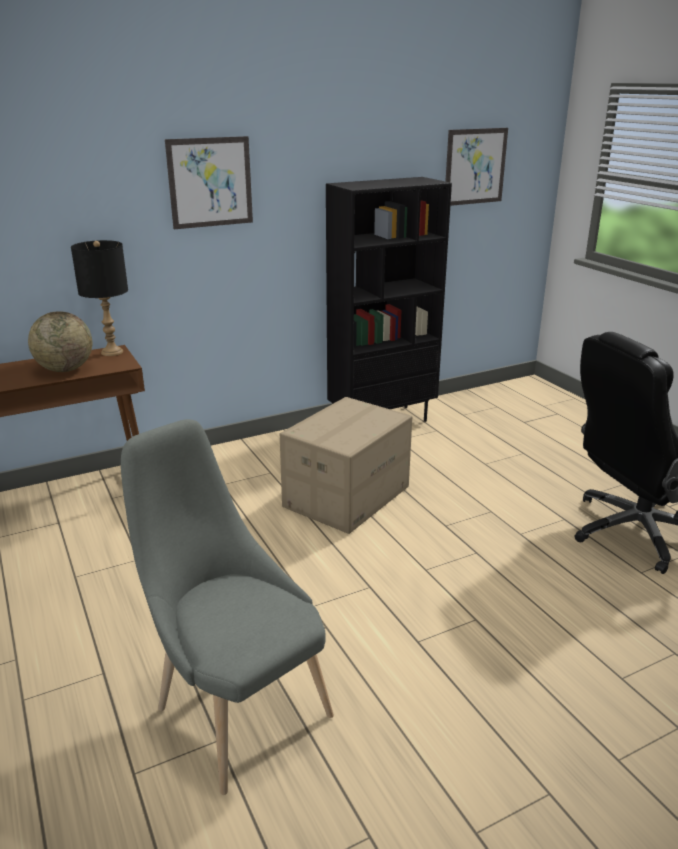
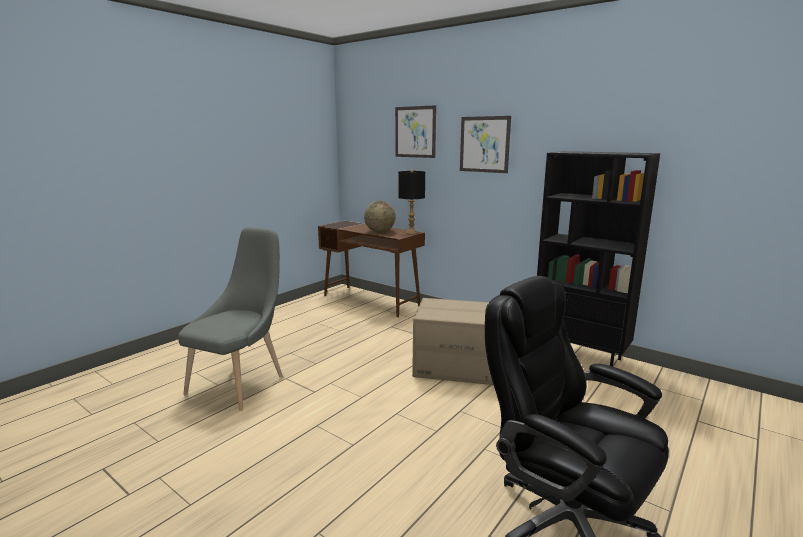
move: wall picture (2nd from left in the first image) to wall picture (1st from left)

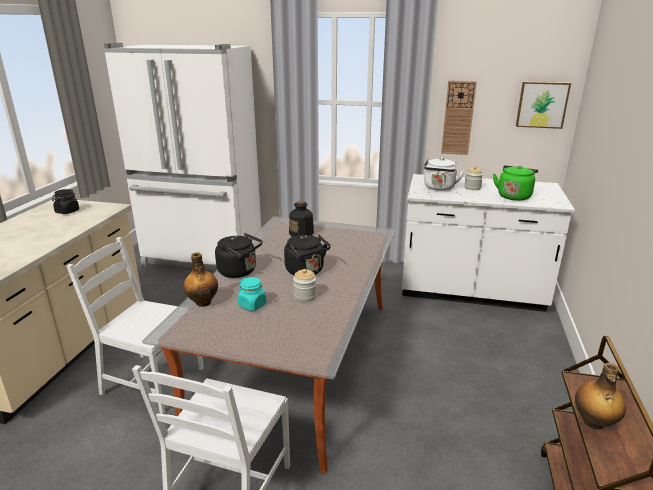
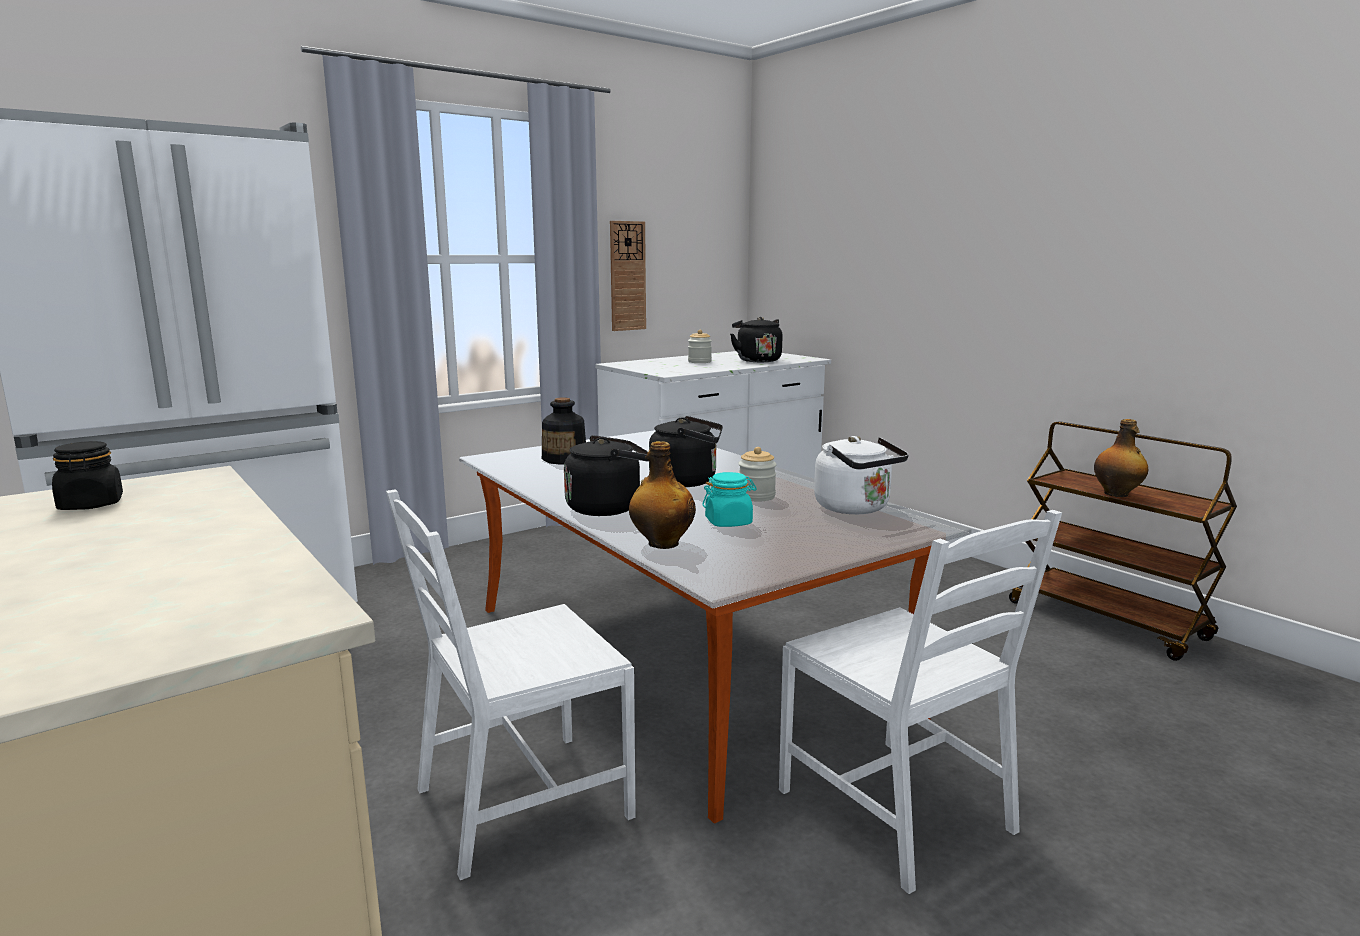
delete: wall picture
move: tea kettle/whitish
recolor: tea kettle/green to tea kettle/black-coloured (3rd from left)

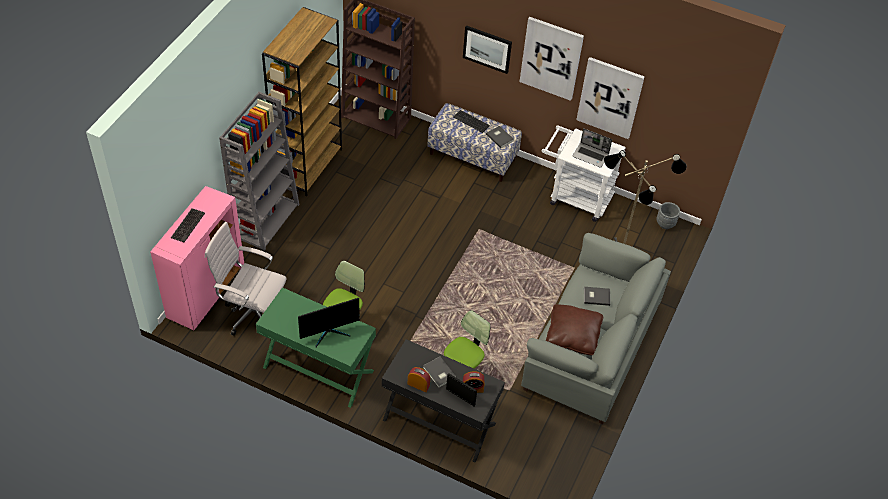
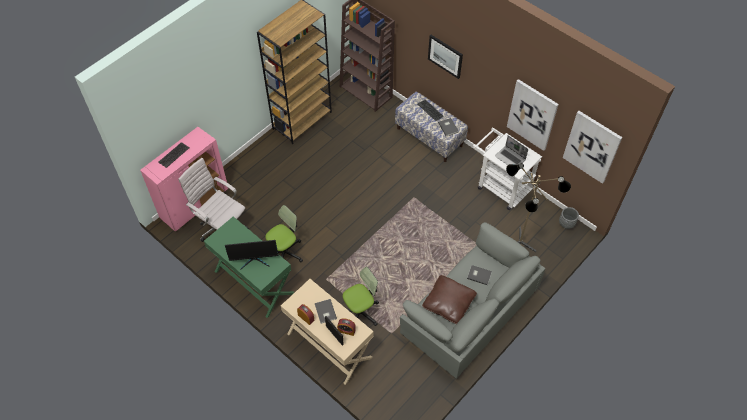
delete: shelving unit/gray
move: wall picture (2nd from left in the first image) to wall picture (3rd from left)
recolor: desk/black-coloured to desk/beige-coloured

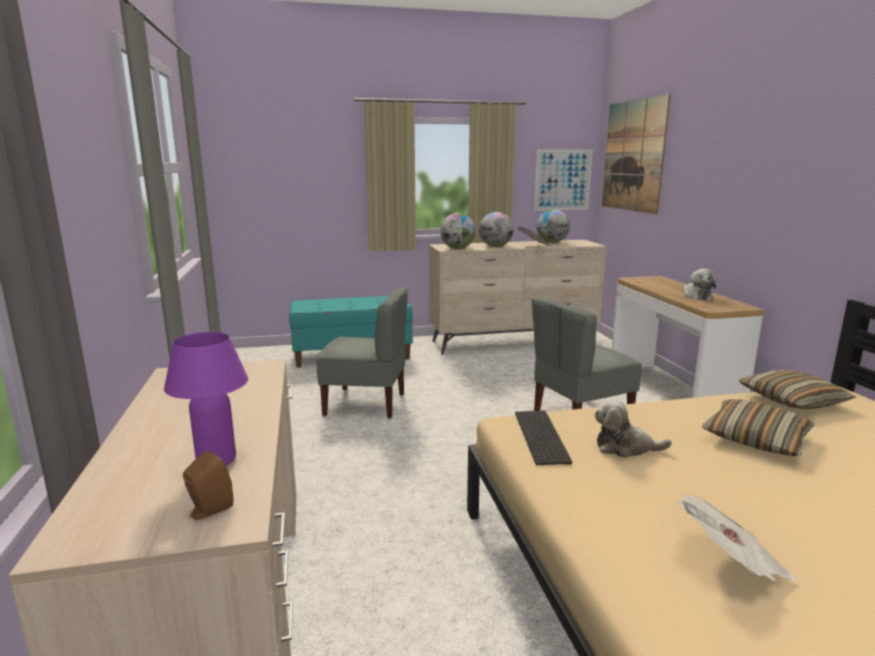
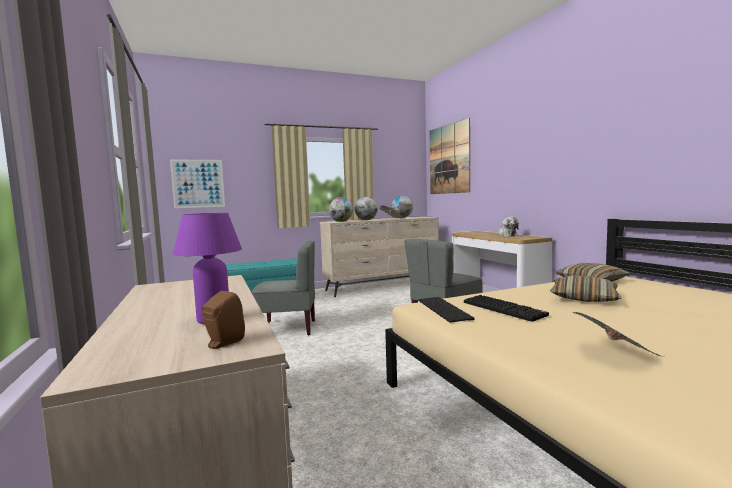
move: wall picture (1st from left)
replace: plush toy (1st from left) to keyboard (2nd from left)

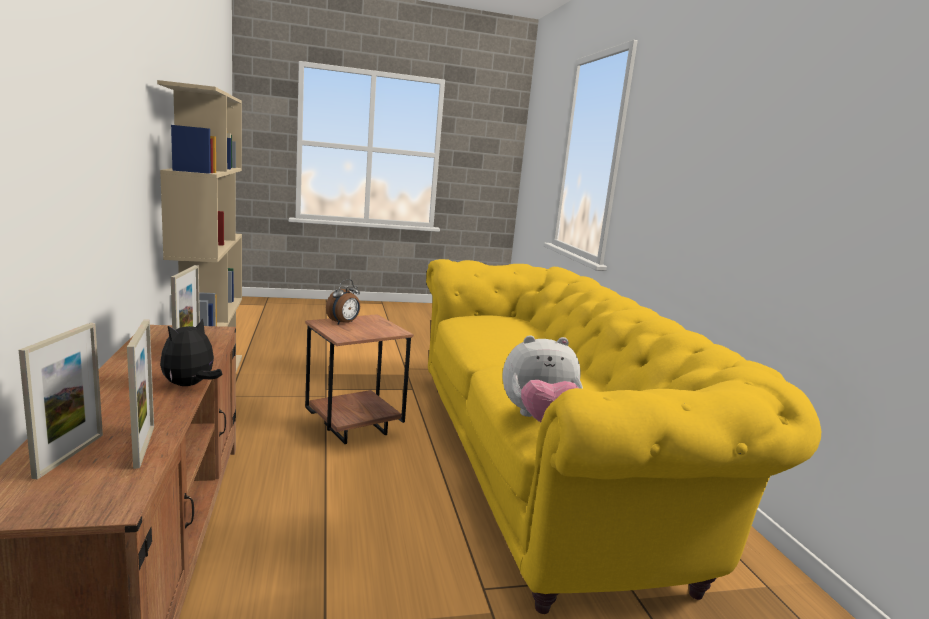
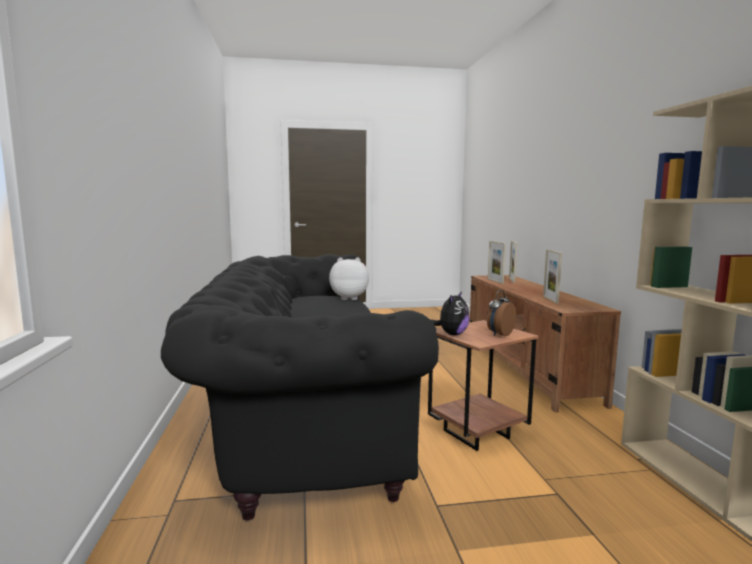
move: plush toy (1st from left in the first image) to plush toy (2nd from left)
recolor: sofa/yellow to sofa/black-coloured

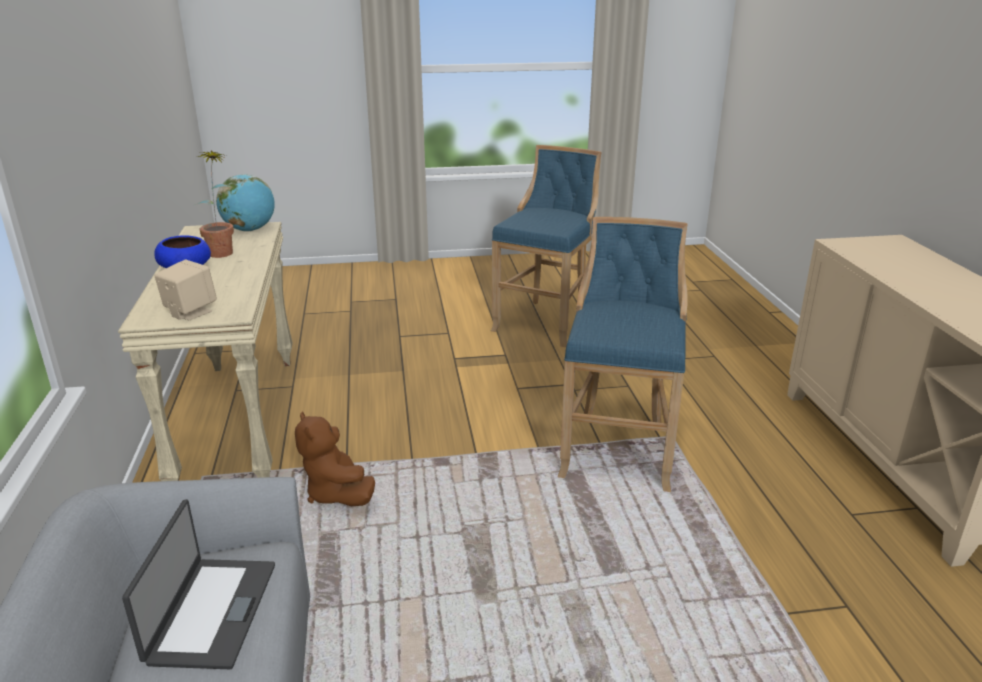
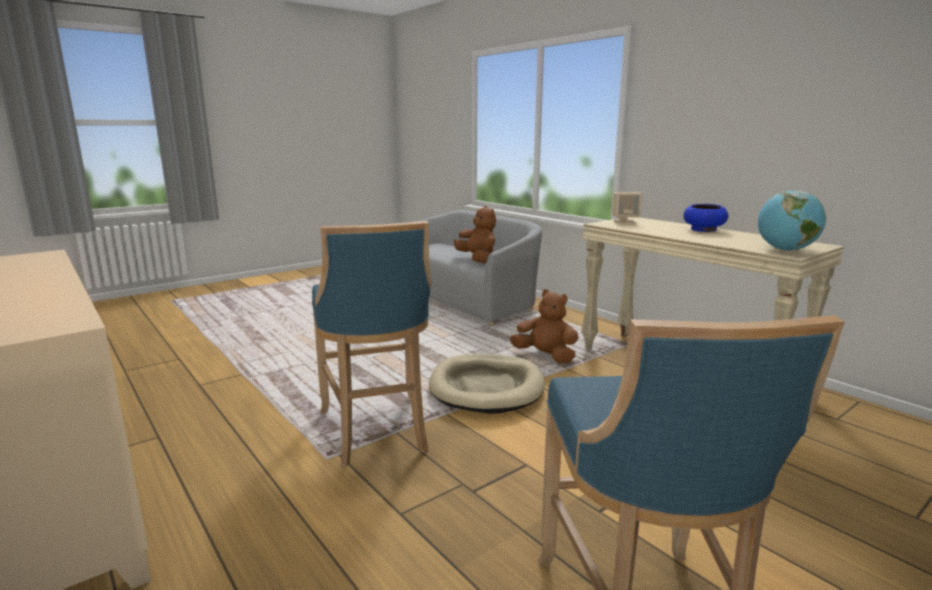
delete: potted plant
insert: dog cushion/beige-coloured
replace: portable computer to plush toy/brown-coloured (1st from left)

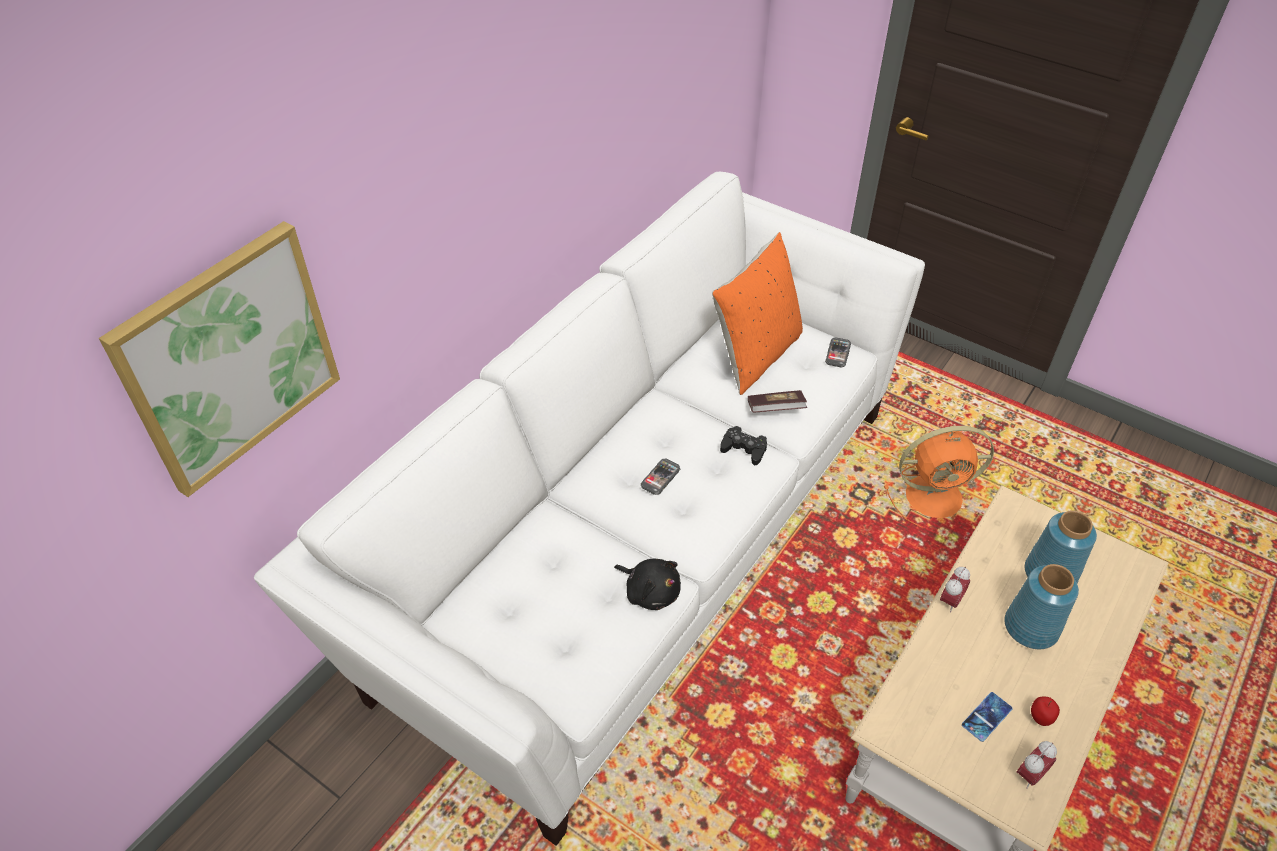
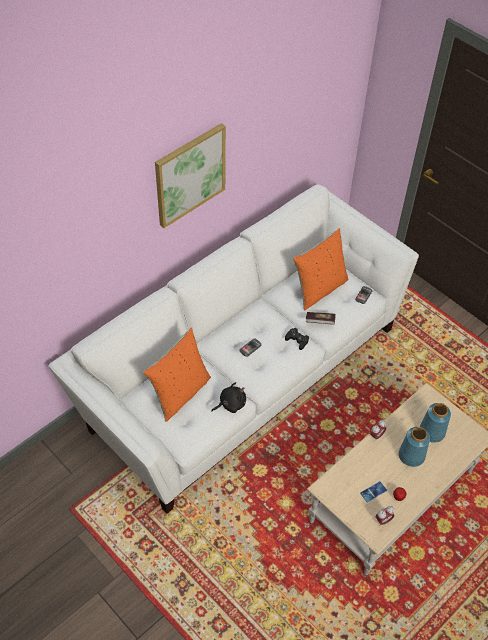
delete: fan/orangey
insert: cushion/orangey (1st from left)
move: wall picture
rotate: plush toy/black-coloured 75 degrees counterclockwise

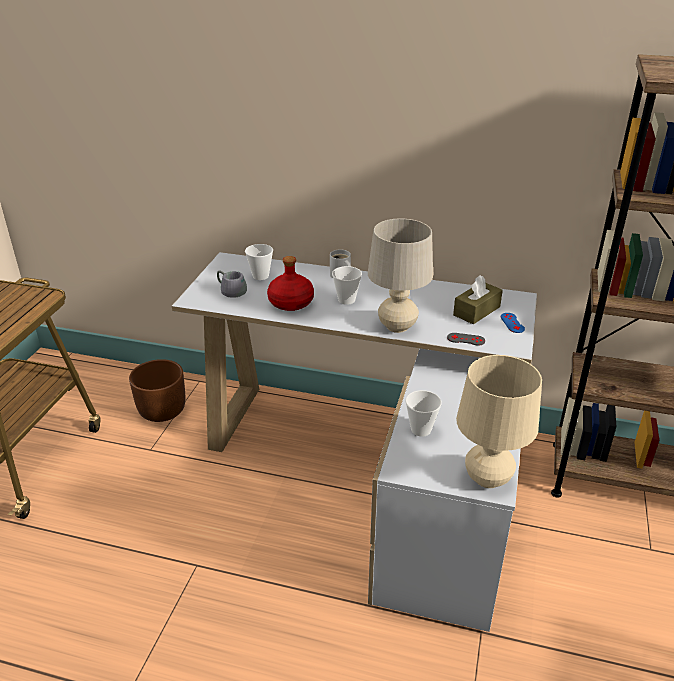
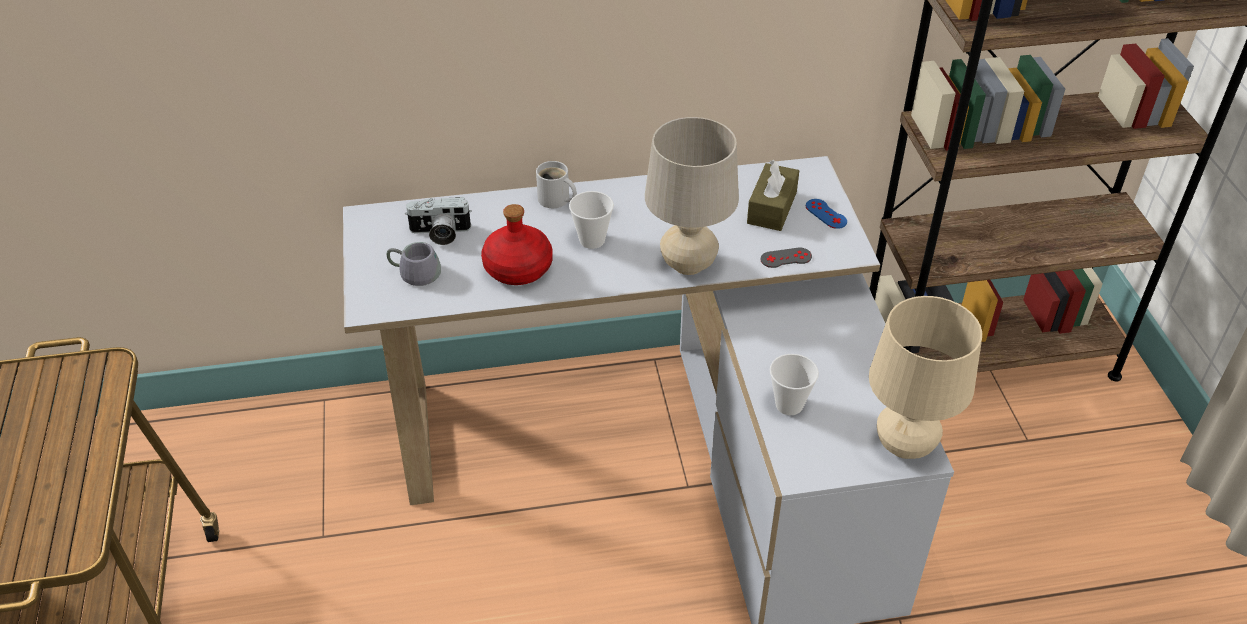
delete: planter/brown-coloured
replace: drinking cup (1st from left) to still camera

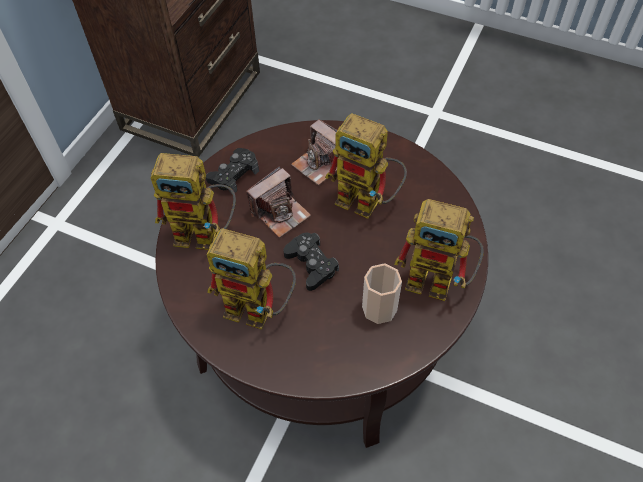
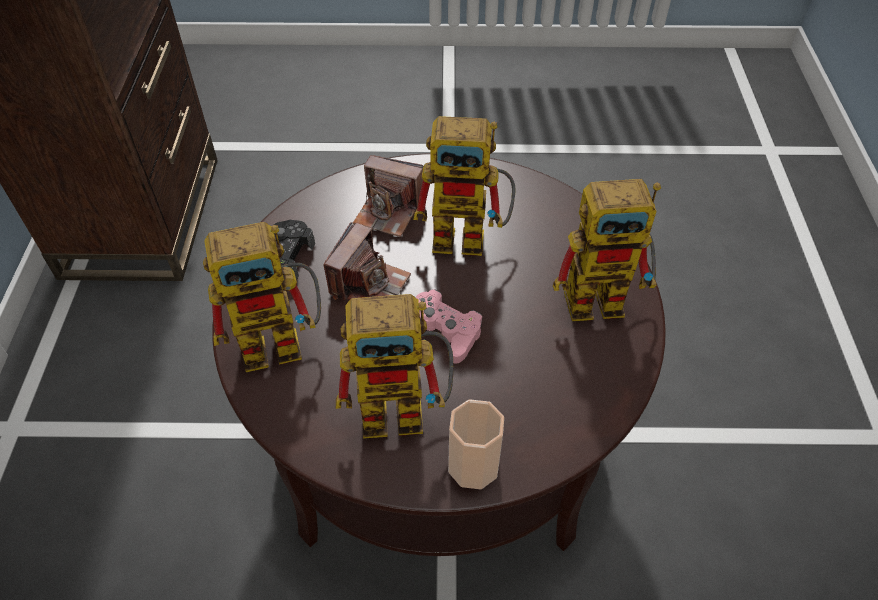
move: drinking cup
recolor: game controller/black-coloured (2nd from left) to game controller/pink-coloured

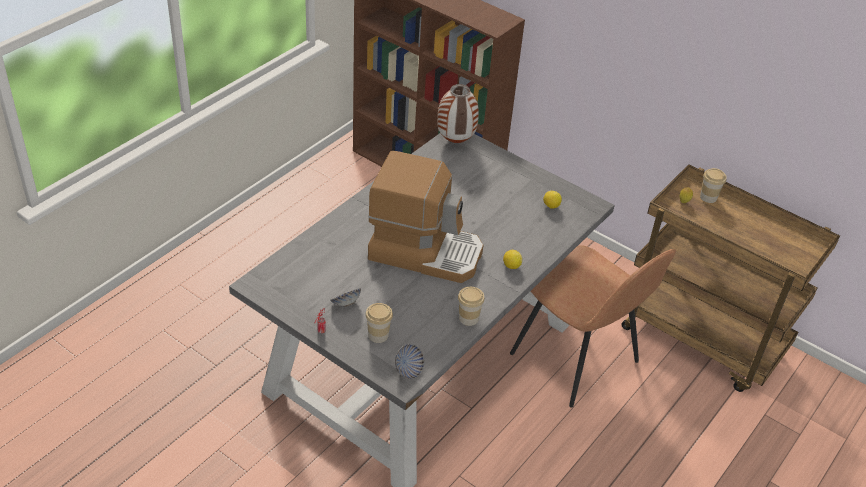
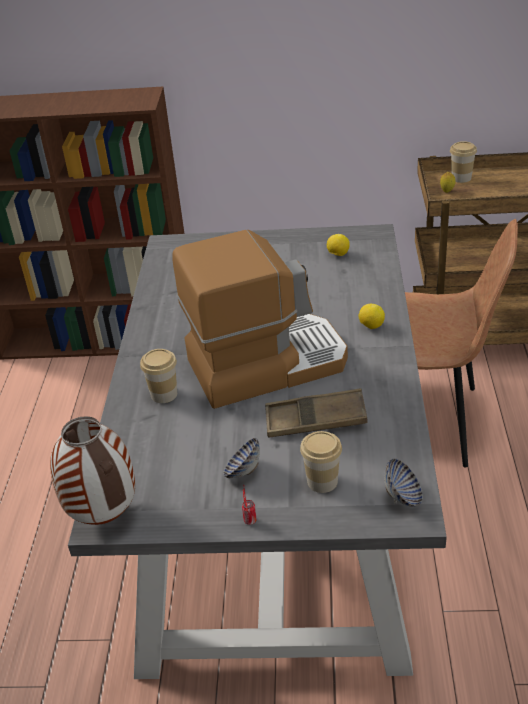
insert: carrying tray/brown-coloured
move: flower vase; drinking cup (2nd from left in the first image) to drinking cup (1st from left)

